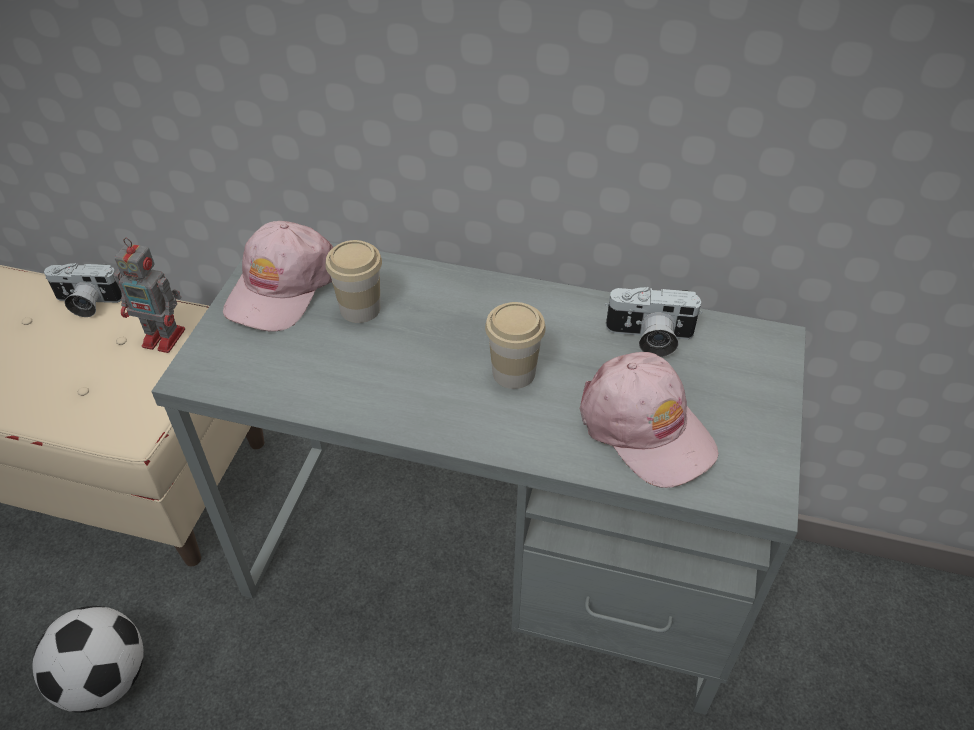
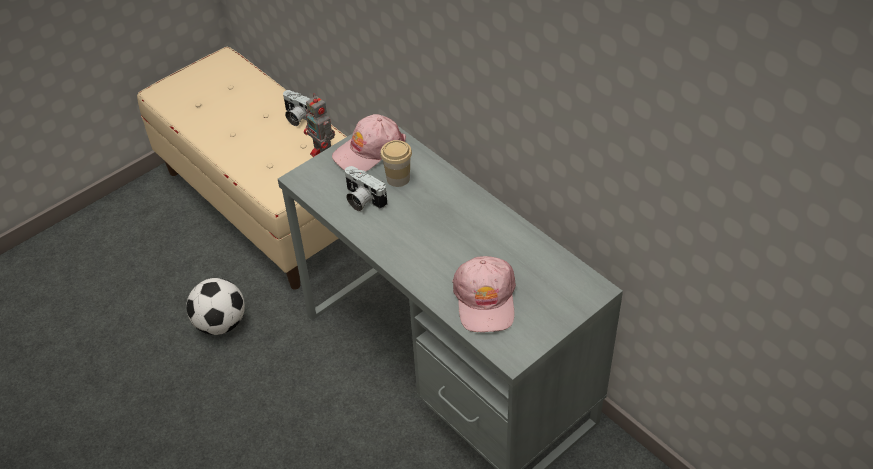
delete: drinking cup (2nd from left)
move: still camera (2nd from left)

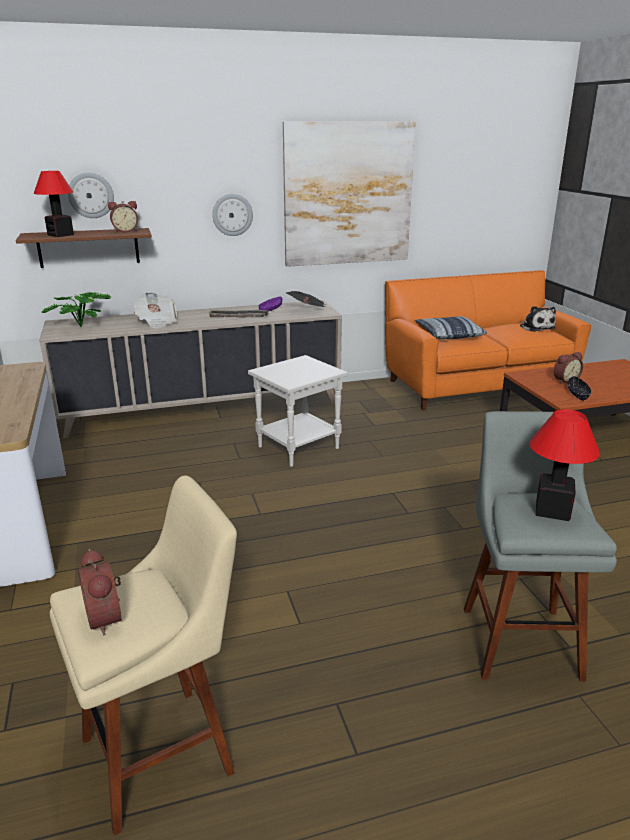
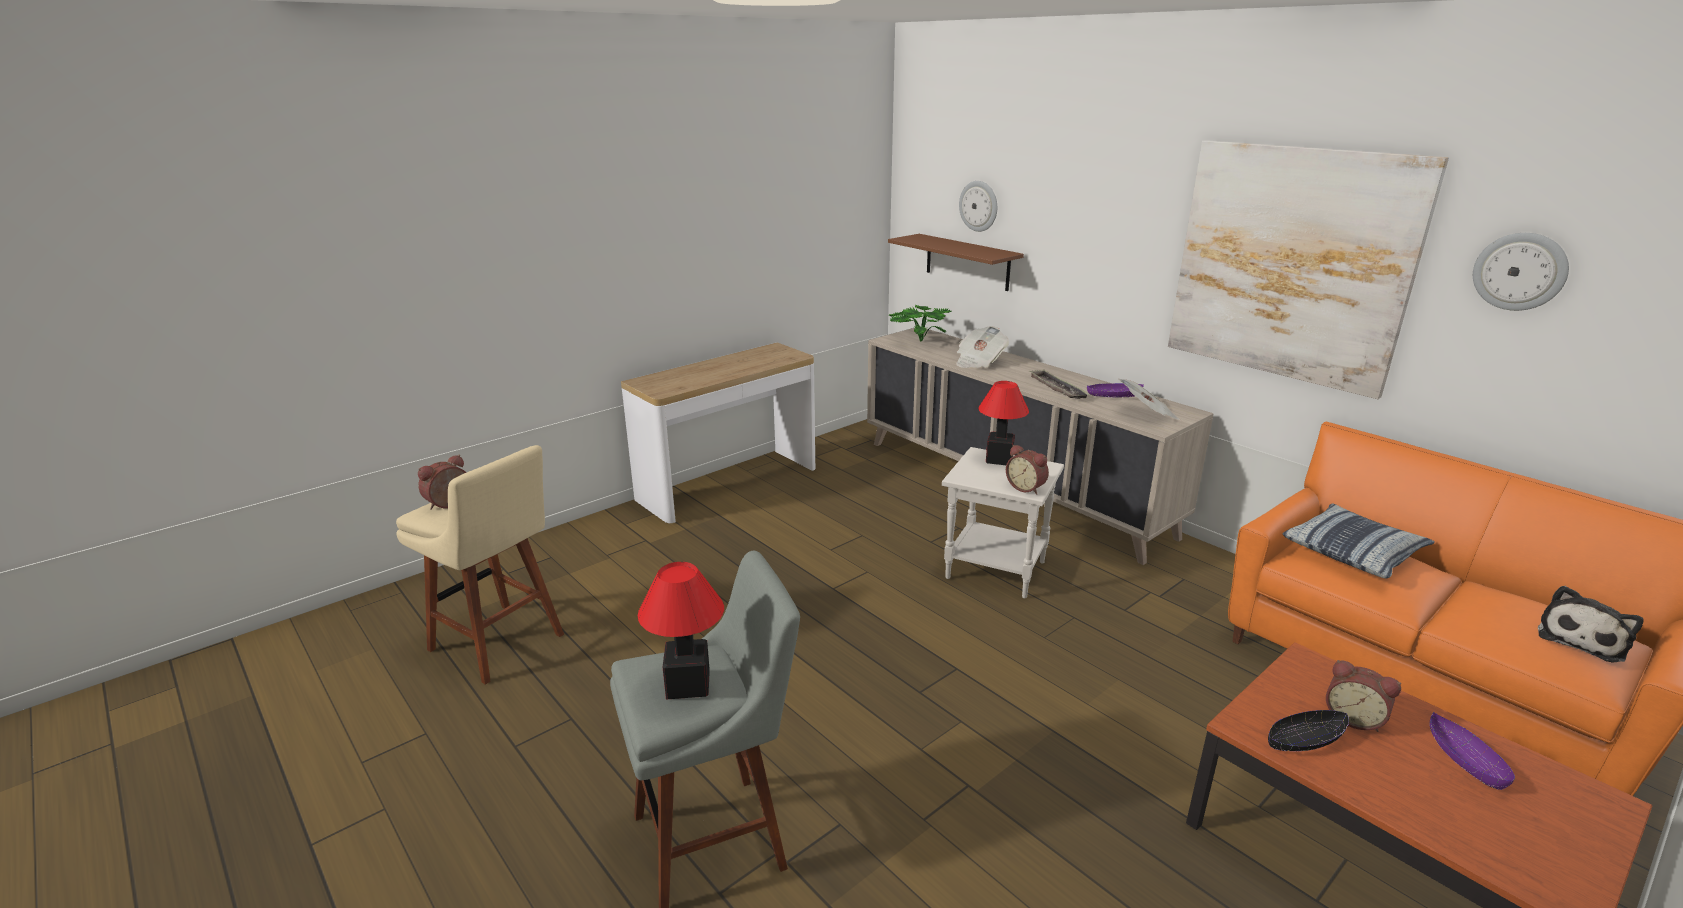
insert: deep dish/purplish (2nd from left)
move: lamp for a table (1st from left in the first image) to lamp for a table (2nd from left); hanging clock (2nd from left); bedside clock (2nd from left)

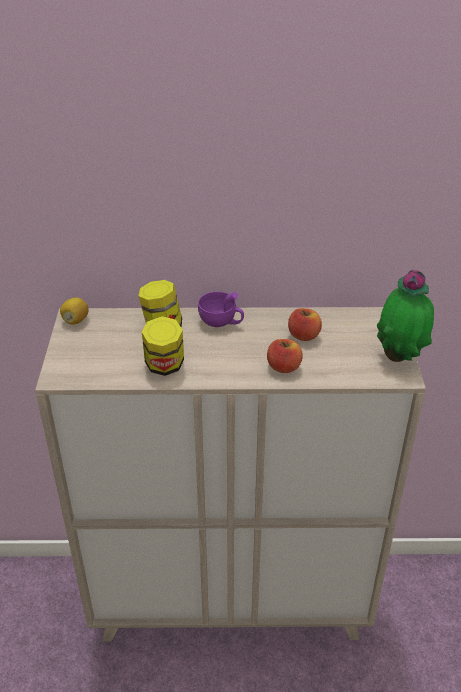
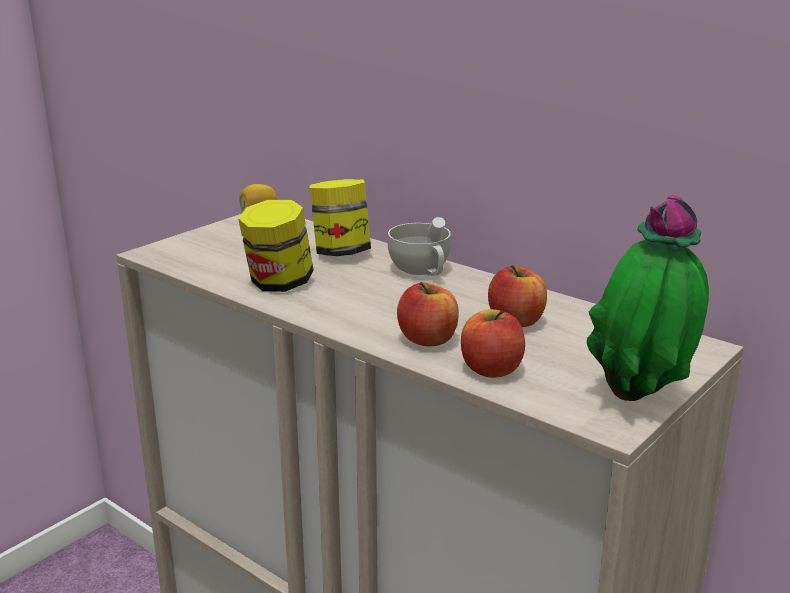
insert: apple (2nd from left)
recolor: drinking cup/purplish to drinking cup/whitish

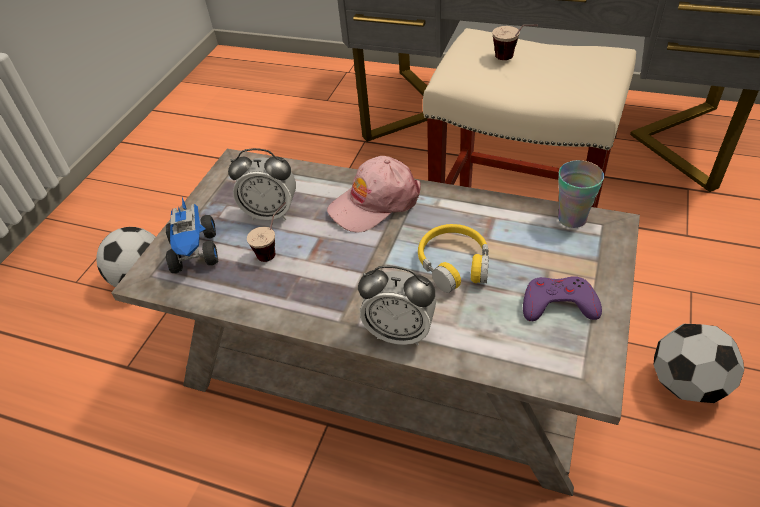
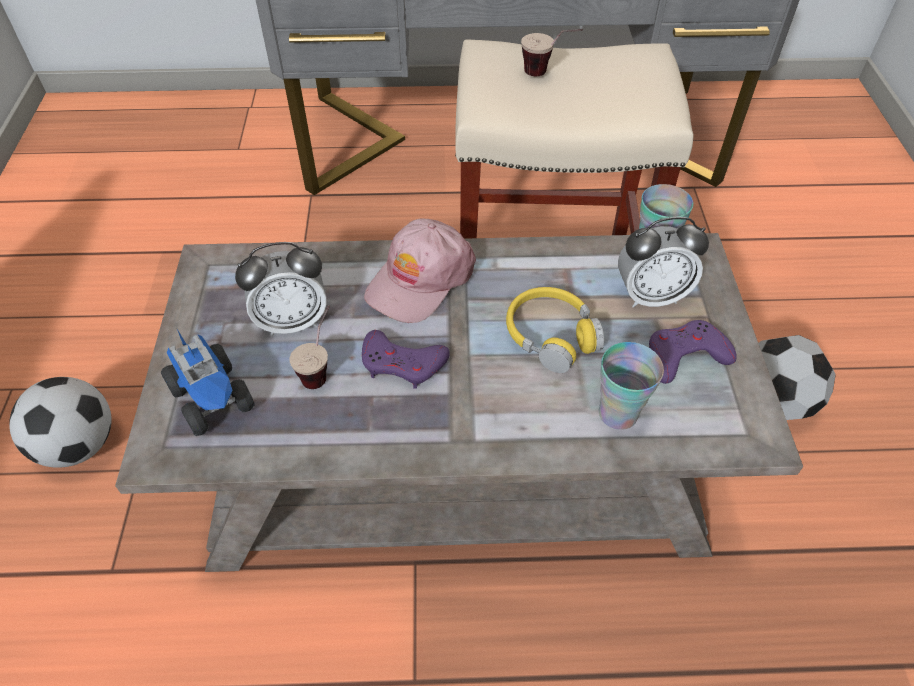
insert: game controller/purplish (1st from left); drinking cup (3rd from left)
move: bedside clock (2nd from left)

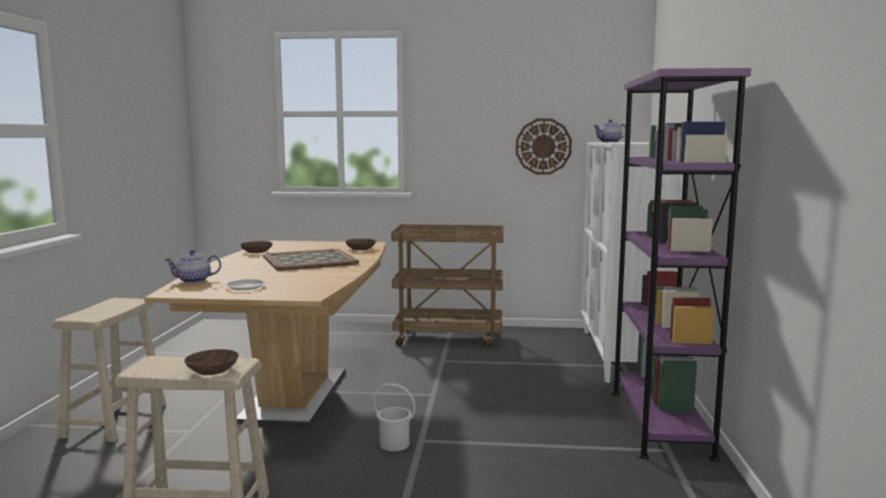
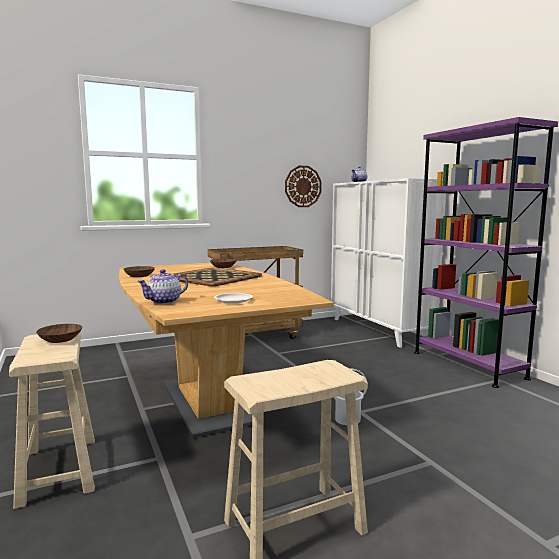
move: deep dish/brown-coloured (1st from left)

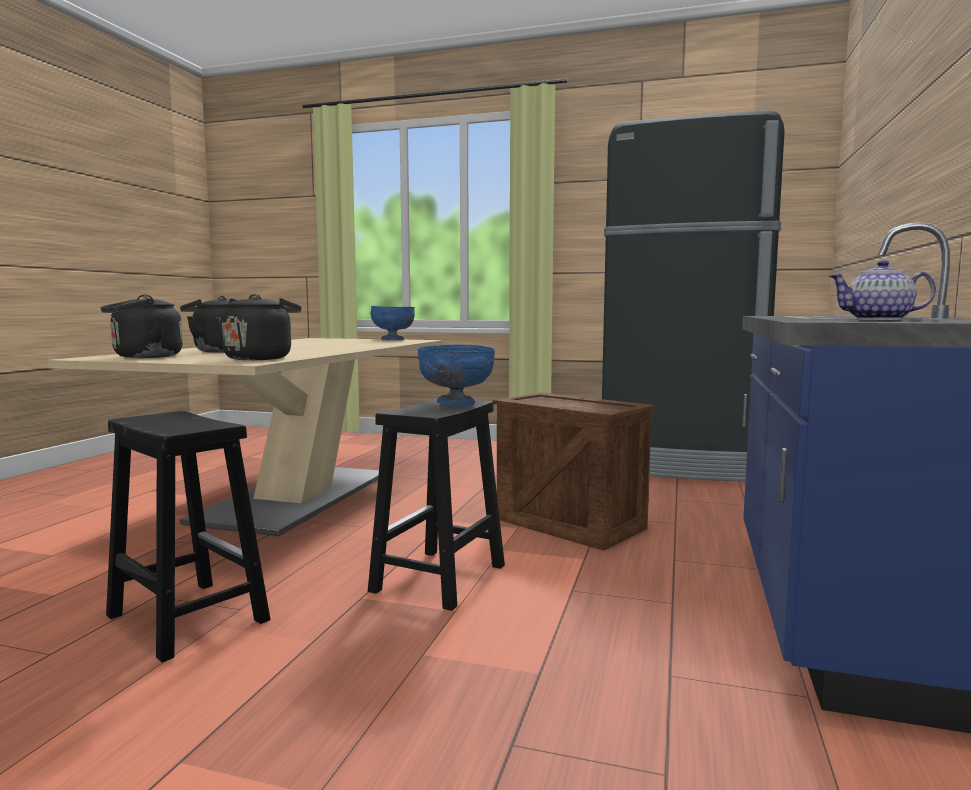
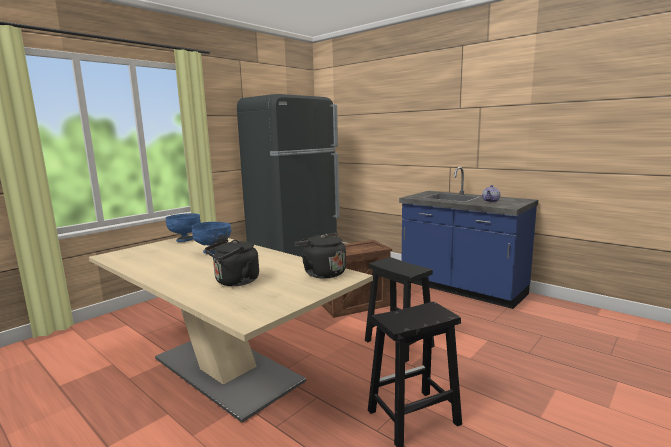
delete: tea kettle/black-coloured (1st from left)
move: deep dish/bluish (2nd from left)

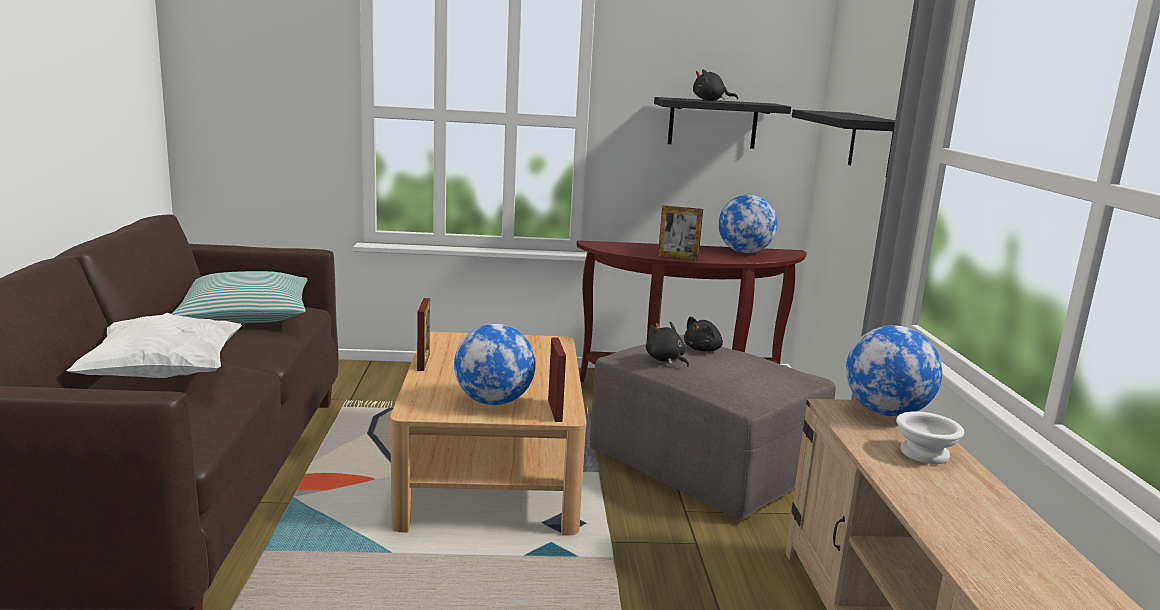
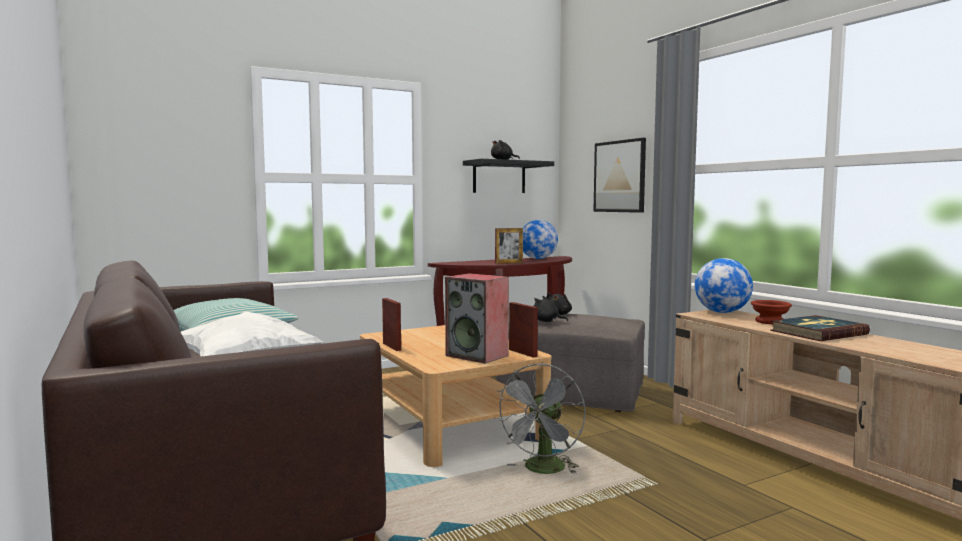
insert: bound book; fan/gray
replace: wall shelf/black-coloured (2nd from left) to wall picture; globe (1st from left) to speaker
recolor: deep dish/whitish to deep dish/brown-coloured

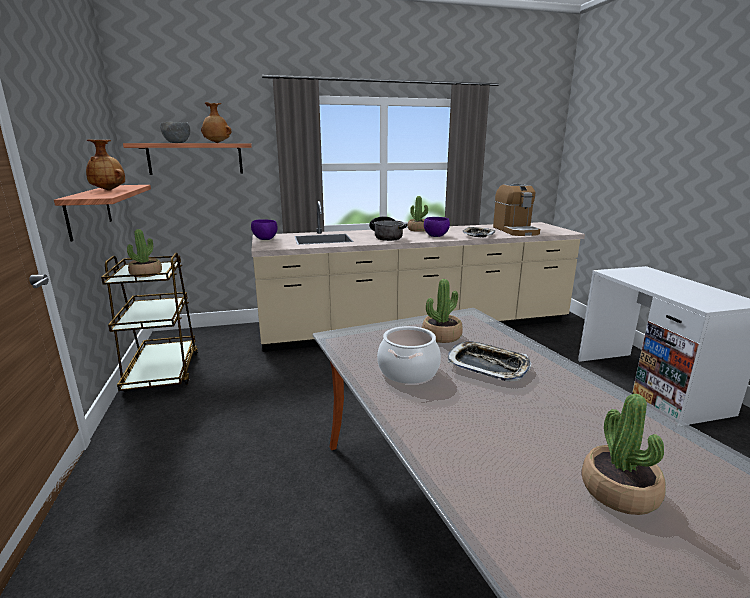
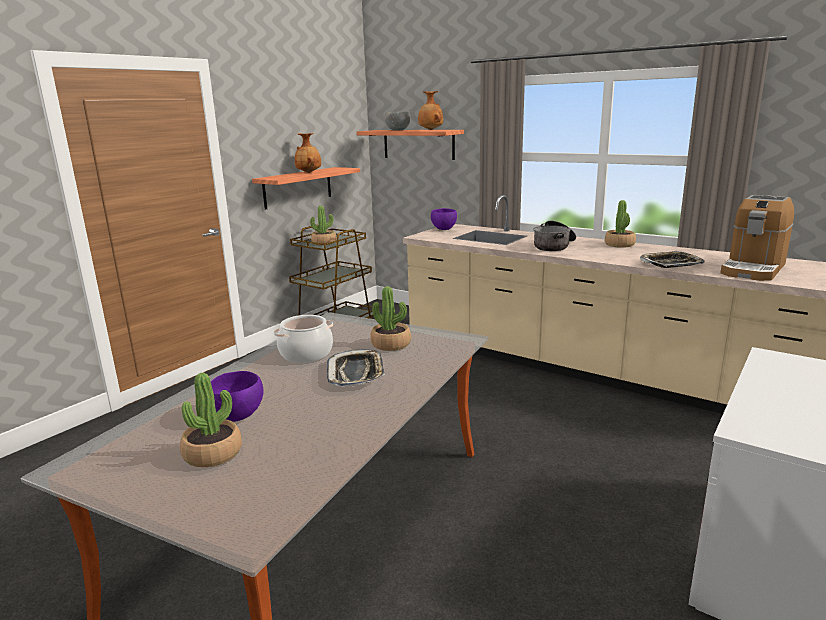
move: deep dish/purplish (2nd from left in the first image) to deep dish/purplish (1st from left)

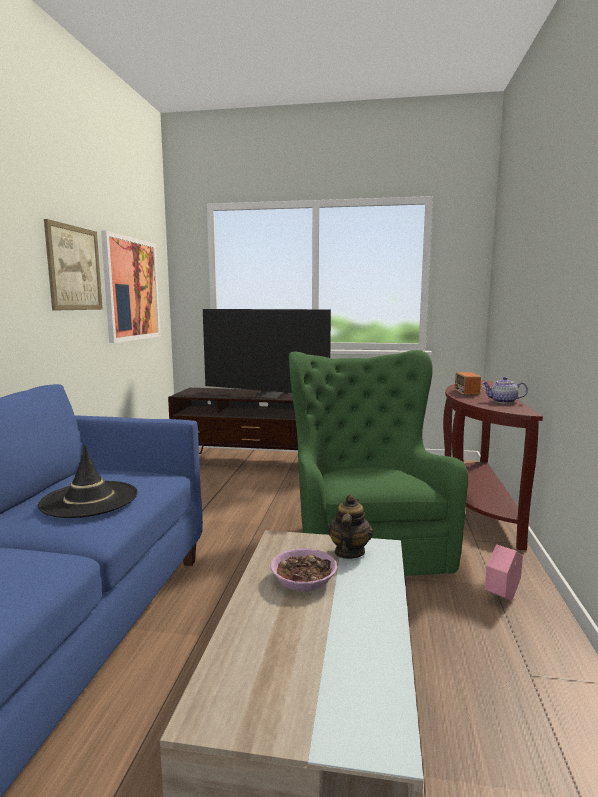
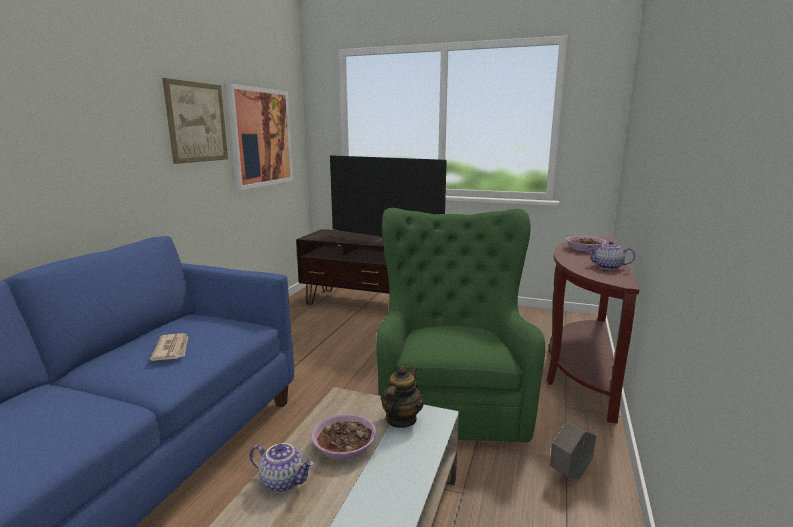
insert: pot for tea (1st from left)
replace: radio set to deep dish (2nd from left); wearable hat/black-coloured to newspaper
recolor: planter/pink-coloured to planter/gray

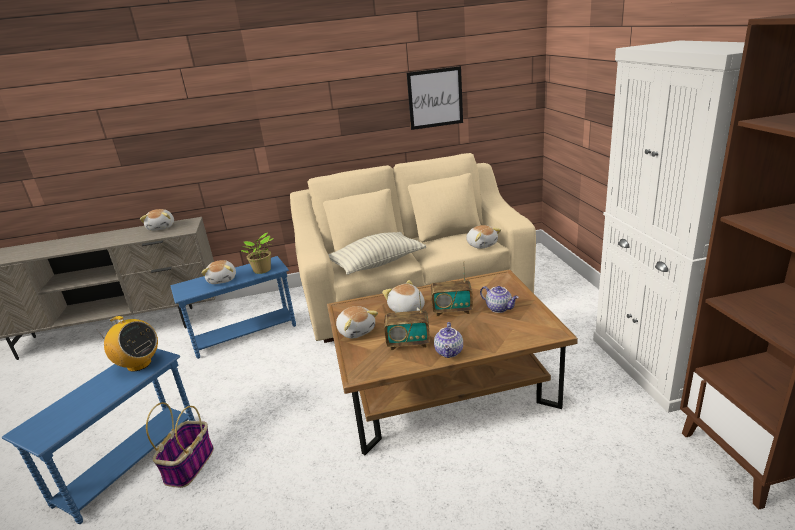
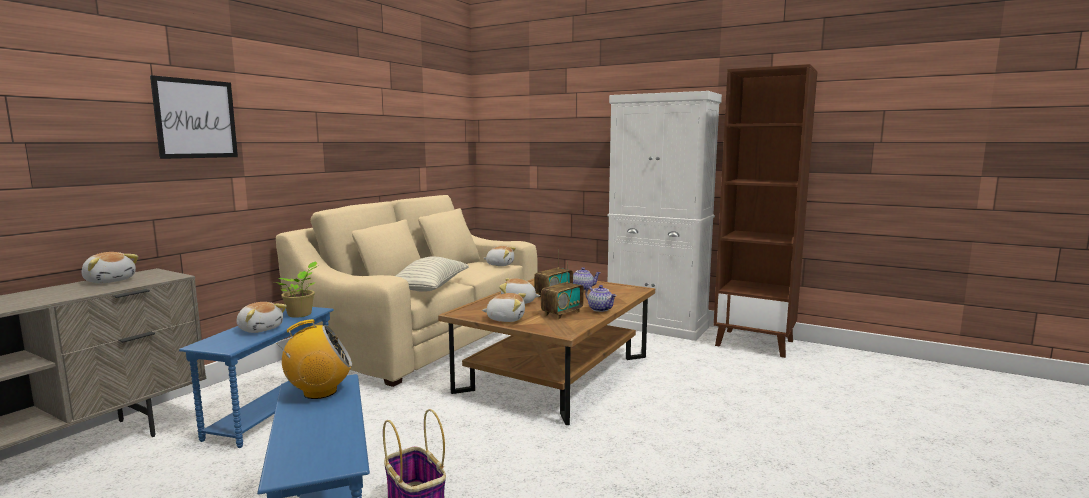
move: wall picture

